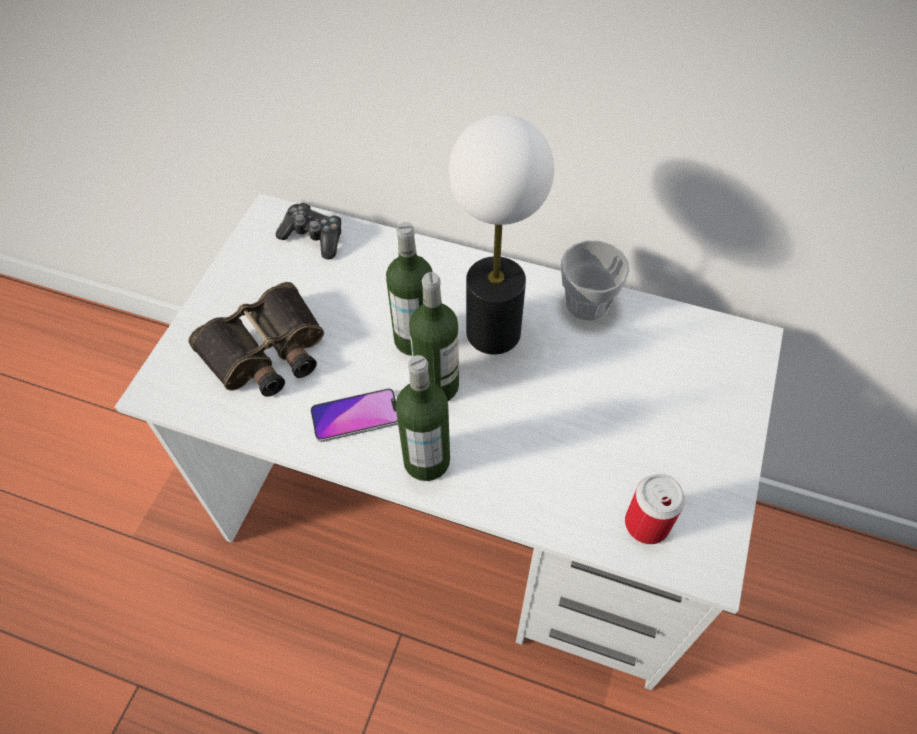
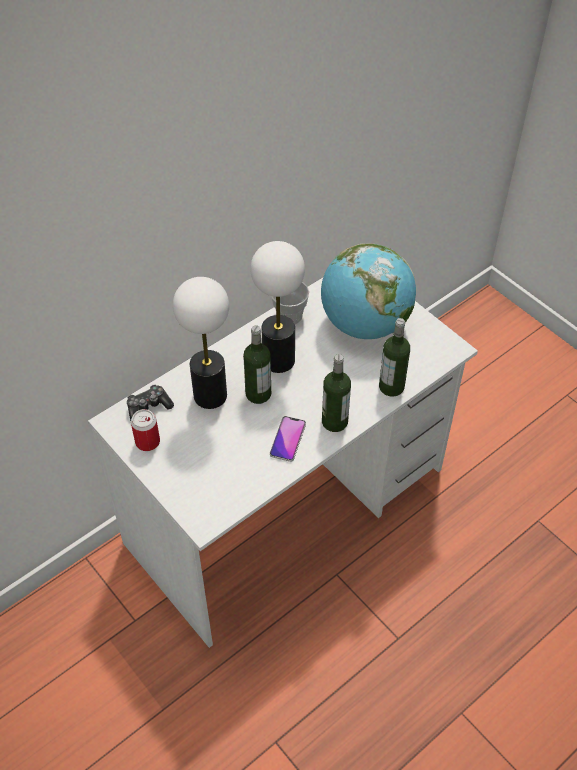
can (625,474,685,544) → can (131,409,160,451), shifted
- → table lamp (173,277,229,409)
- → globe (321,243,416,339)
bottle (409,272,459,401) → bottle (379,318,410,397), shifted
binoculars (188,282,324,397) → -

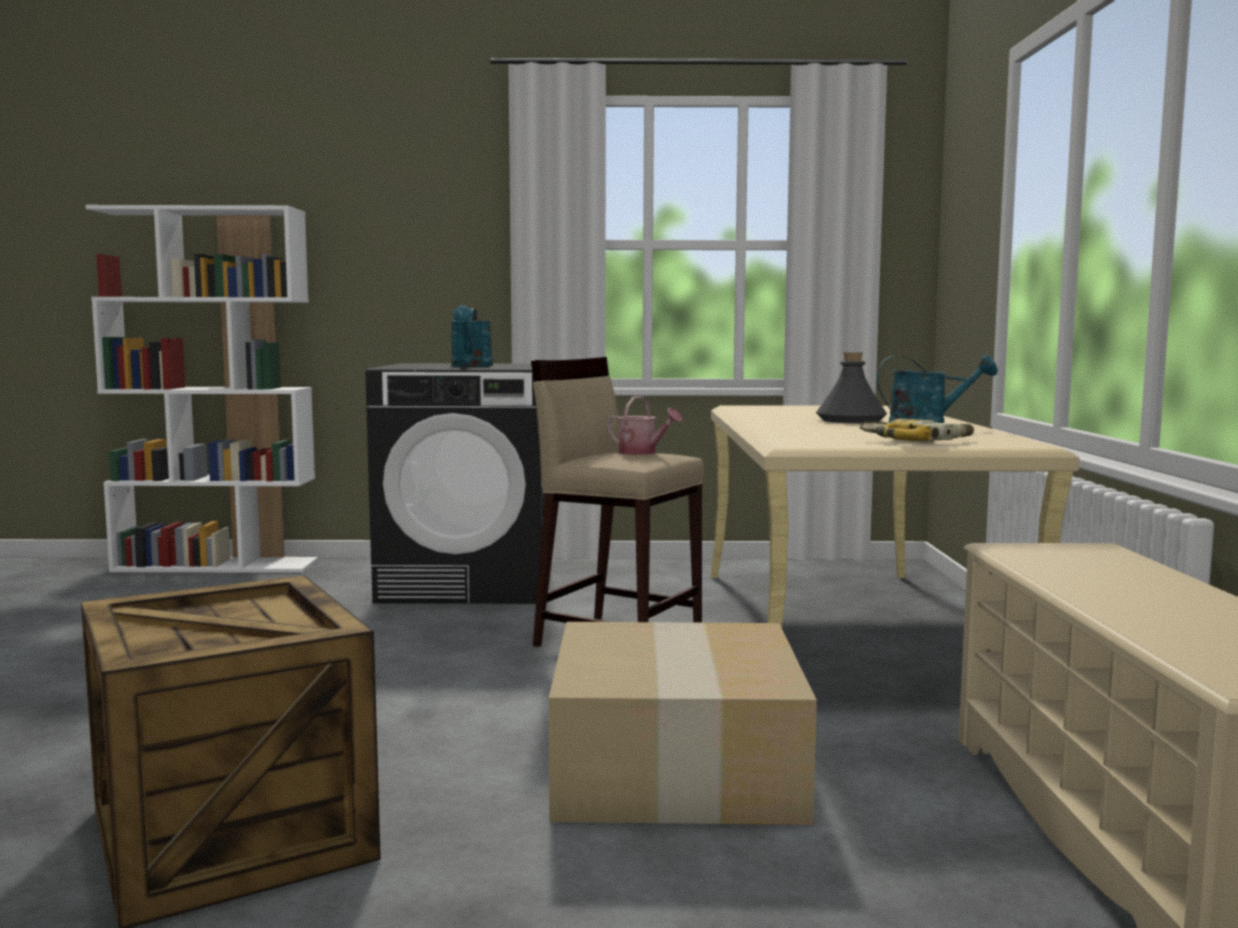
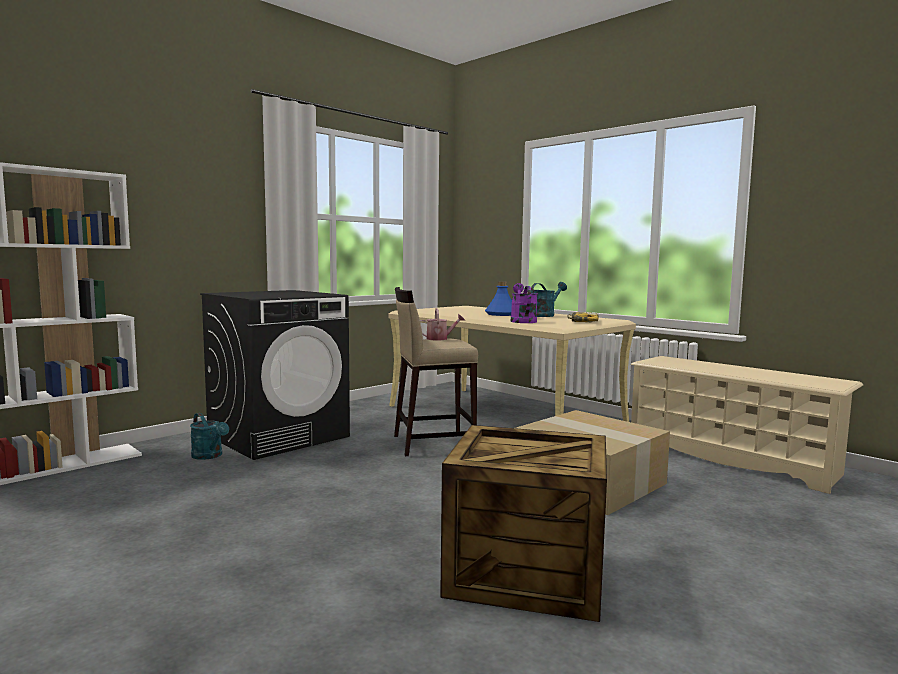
turquoise watering can (451,305,493,367) → turquoise watering can (190,413,229,460), shifted
grey bottle (816,352,887,423) → blue bottle (485,281,512,316)
- → purple watering can (511,283,537,323)

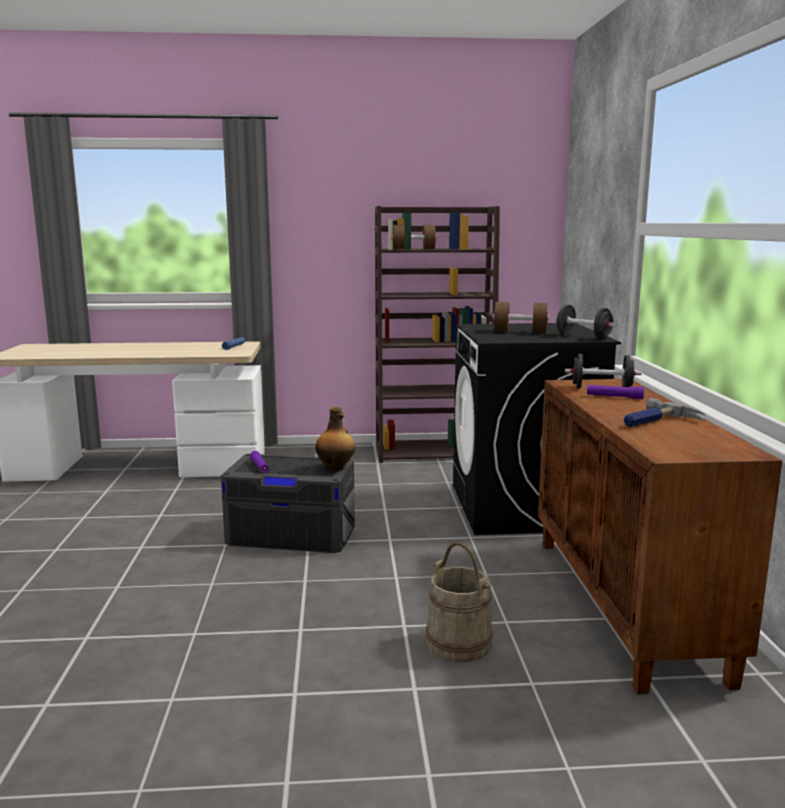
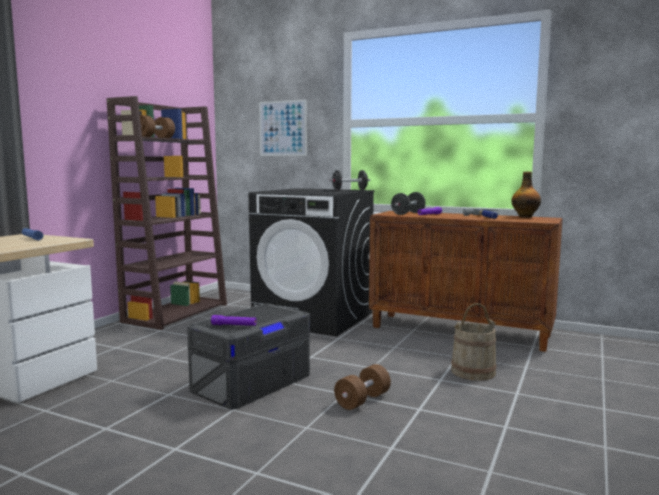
- → picture (259,99,307,156)
brown dumbbell (493,302,549,333) → brown dumbbell (334,364,391,410), shifted
bottle (315,407,355,471) → bottle (511,172,541,218), shifted

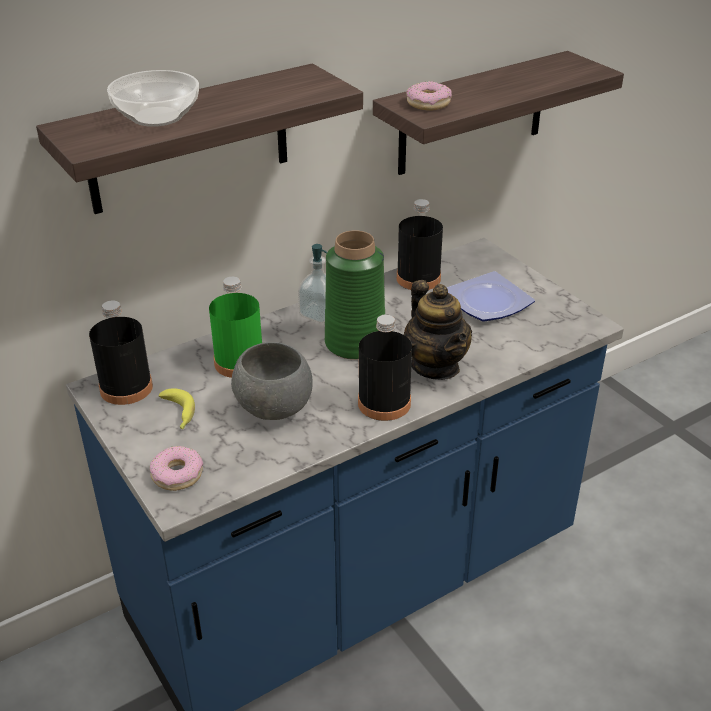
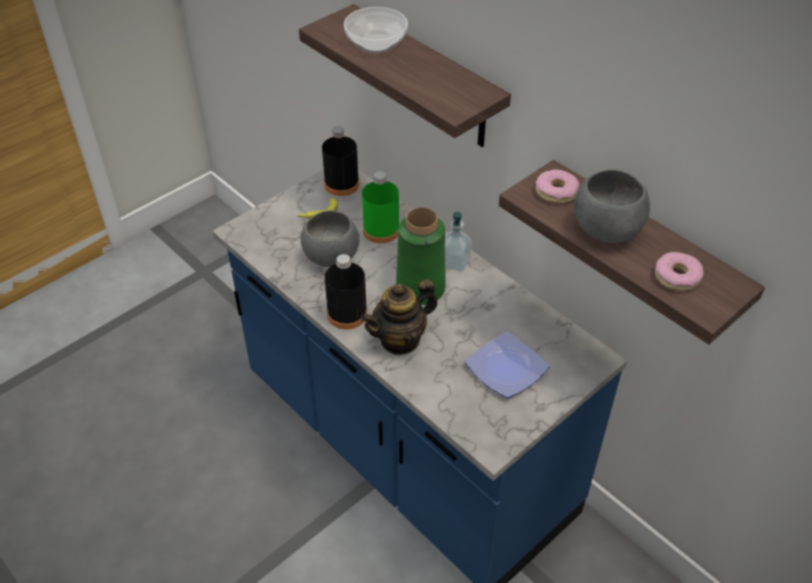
- → grey bowl (574,169,650,243)
donut (150,446,203,491) → donut (655,252,704,291), shifted
black bottle (397,199,443,290) → -

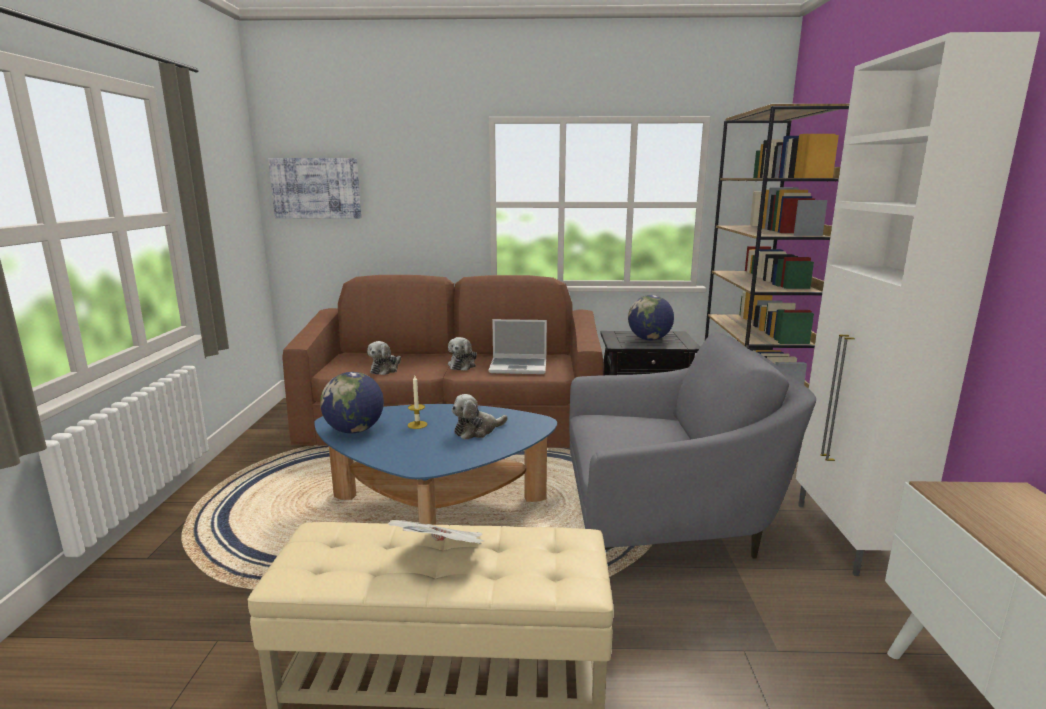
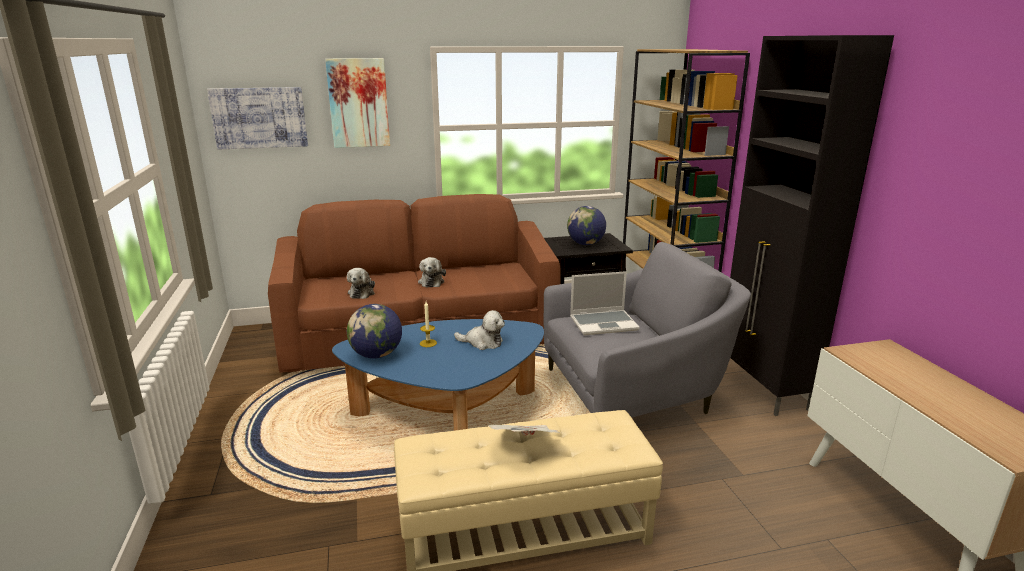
- → picture (325,58,390,148)
plush toy (452,394,508,440) → plush toy (454,310,505,350), 120 degrees counterclockwise
laptop (489,319,547,374) → laptop (570,271,640,335), shifted
white cabinet (796,32,1040,576) → black cabinet (726,35,894,416)

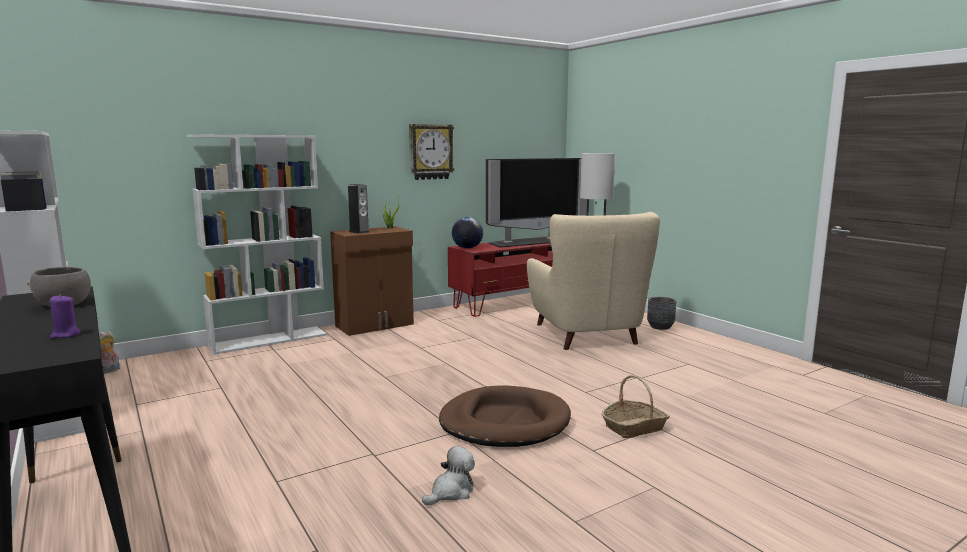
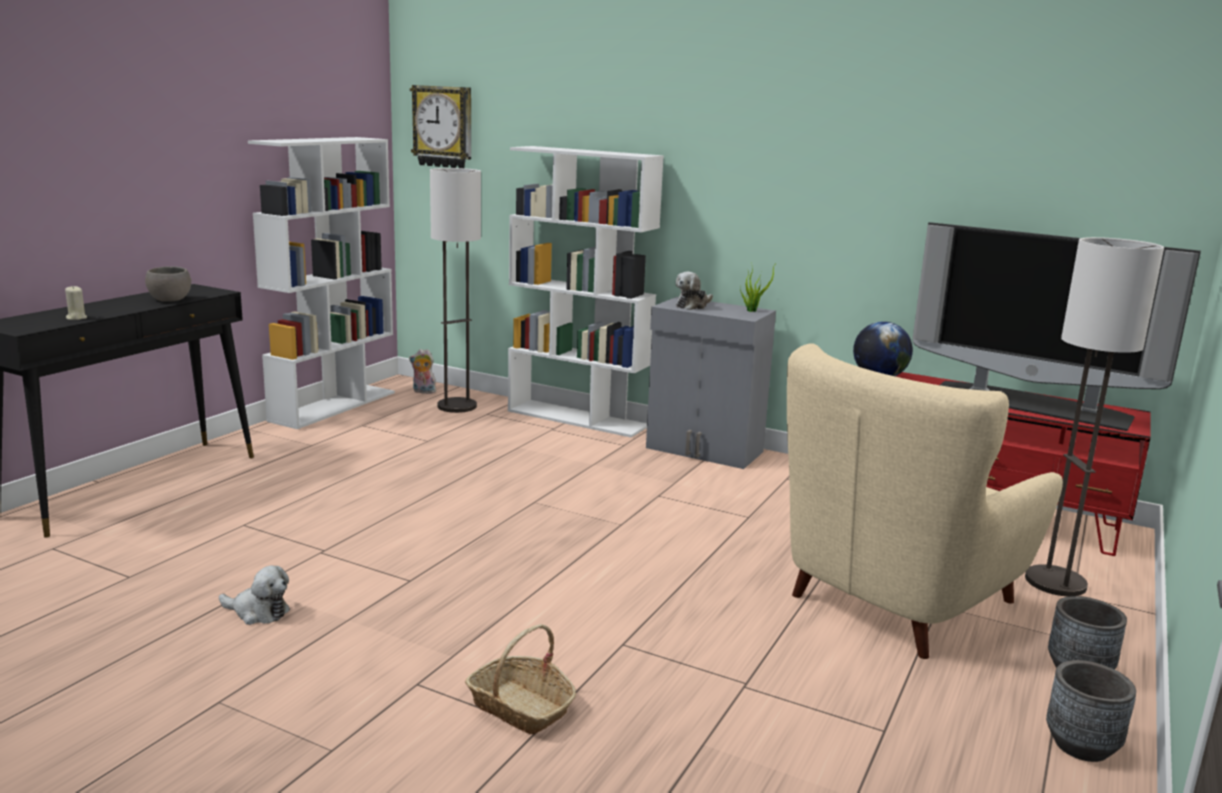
purple candle (50,294,81,338) → beige candle (65,286,87,320)
wall clock (409,124,454,180) → wall clock (410,85,471,168), shifted
- → floor lamp (430,168,481,413)
brown cabinet (330,226,414,336) → grey cabinet (646,297,776,469)
speaker (348,184,369,234) → plush toy (675,272,713,310)
- → grey planter (1046,660,1136,762)
brown dog bed (439,385,571,447) → -

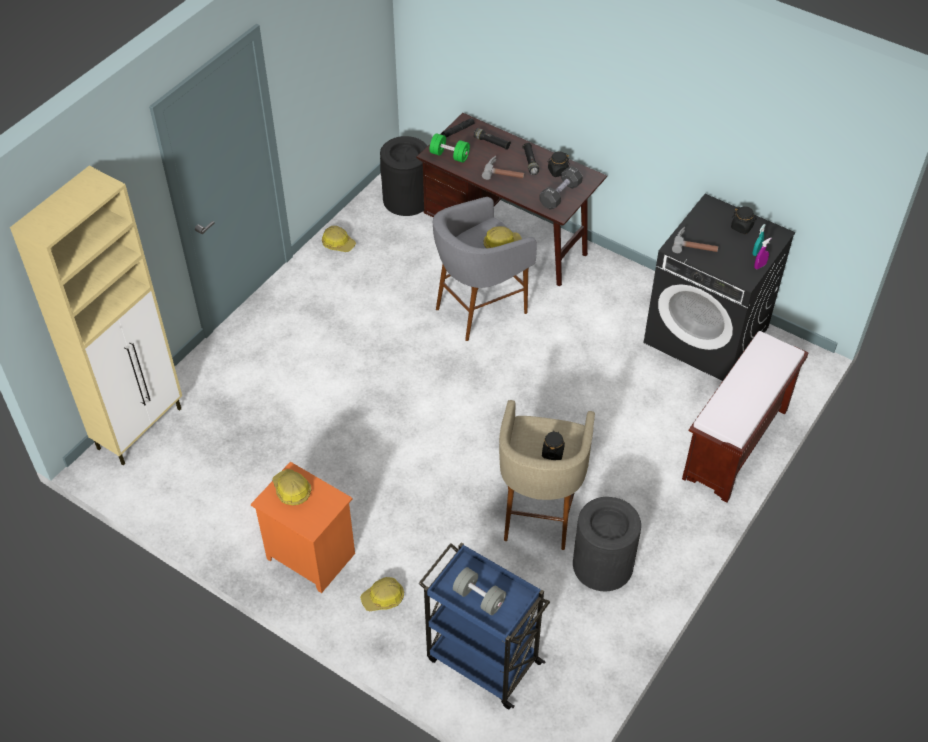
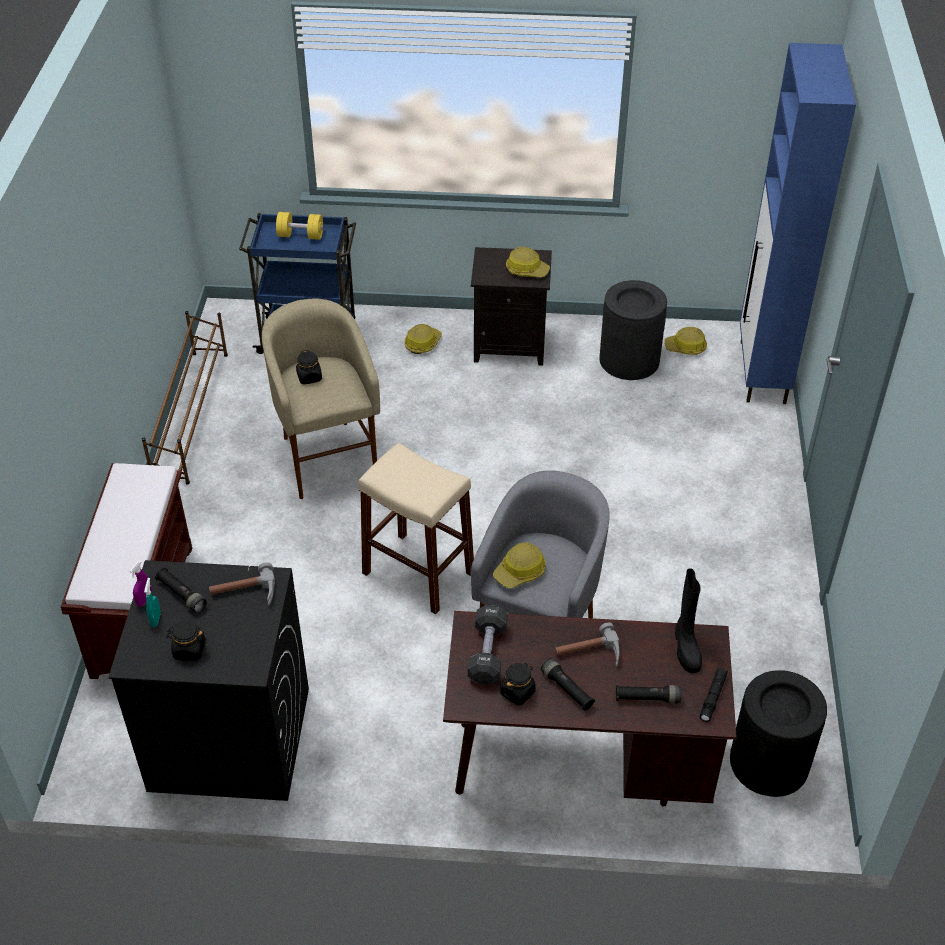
- → brown shoe rack (142,311,228,485)
- → black flashlight (155,567,207,613)
grey dumbbell (453,567,506,615) → yellow dumbbell (276,212,323,240)
- → beige stool (358,443,474,614)
orange nightstand (251,462,355,593) → black nightstand (471,247,552,366)
black trash can (573,497,641,591) → black trash can (599,280,667,380), shifted
hard hat (322,226,356,252) → hard hat (664,327,707,355), shifted
green dumbbell (430,133,470,163) → black boot (675,568,702,673)
beige cabinet (10,166,182,465) → blue cabinet (740,43,856,404)

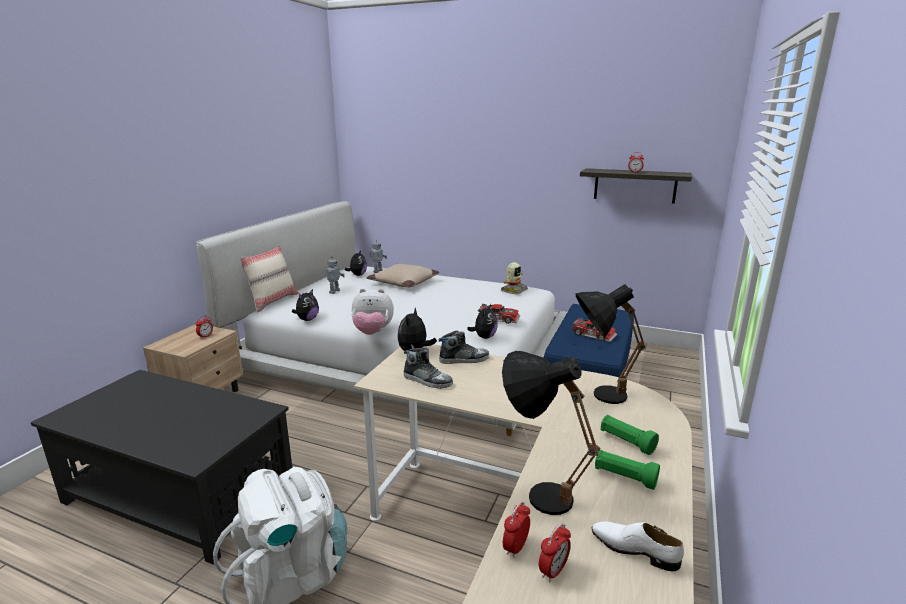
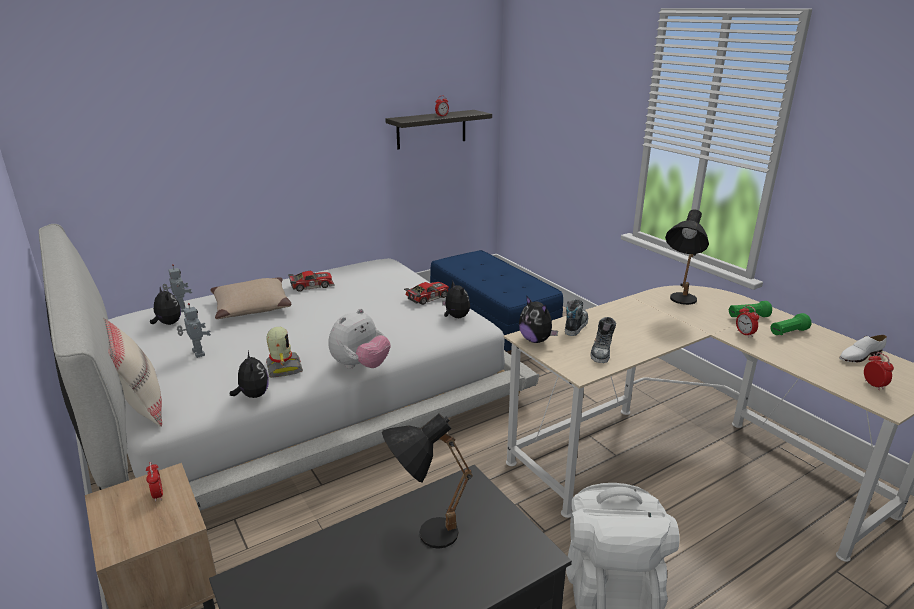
toy robot (501,262,528,294) → toy robot (266,327,303,378), shifted
toy car (571,317,617,342) → toy car (288,271,335,292), shifted
black table lamp (502,351,600,515) → black table lamp (382,413,473,549), shifted
shoe (403,347,453,389) → shoe (590,317,616,363), 135 degrees clockwise
alarm clock (503,501,530,558) → alarm clock (736,305,759,337), shifted

